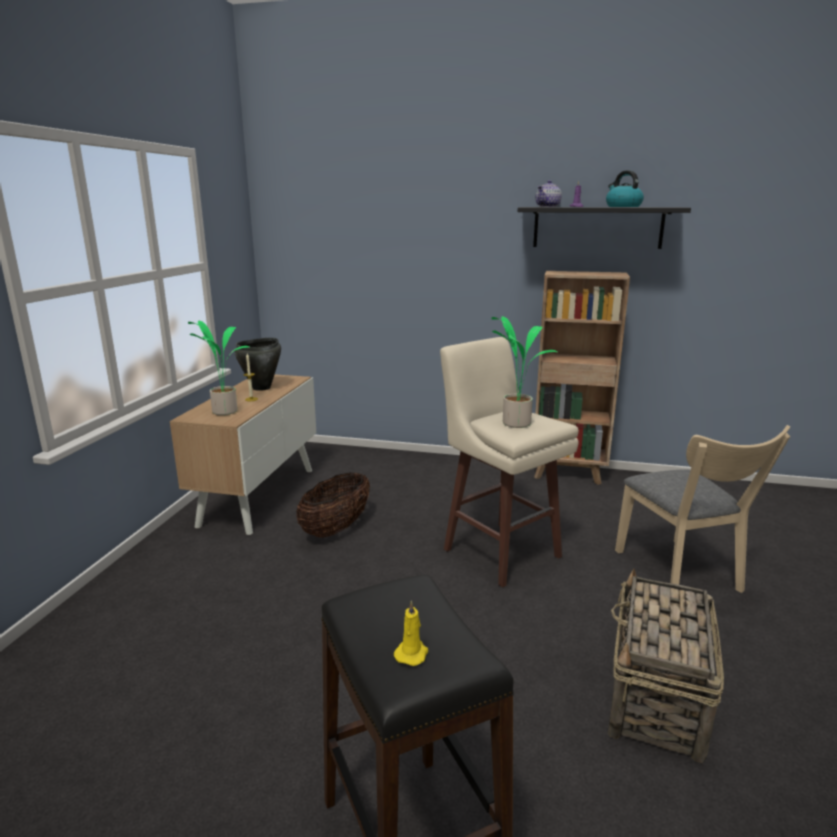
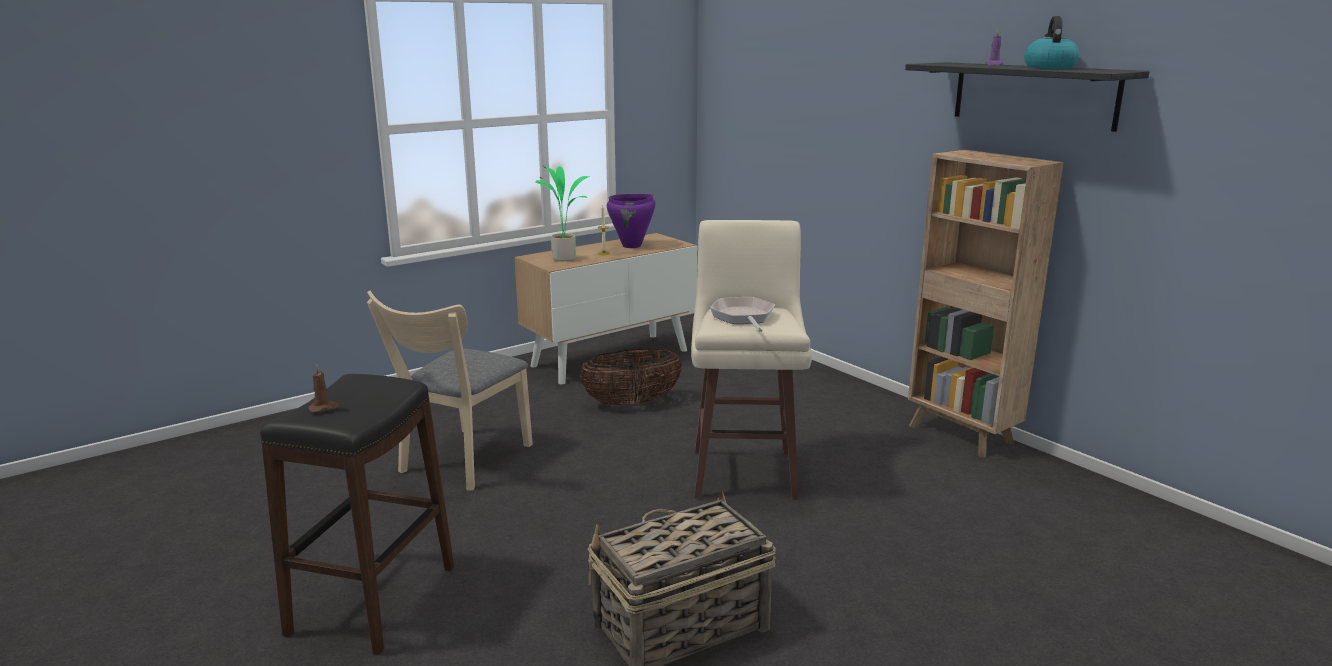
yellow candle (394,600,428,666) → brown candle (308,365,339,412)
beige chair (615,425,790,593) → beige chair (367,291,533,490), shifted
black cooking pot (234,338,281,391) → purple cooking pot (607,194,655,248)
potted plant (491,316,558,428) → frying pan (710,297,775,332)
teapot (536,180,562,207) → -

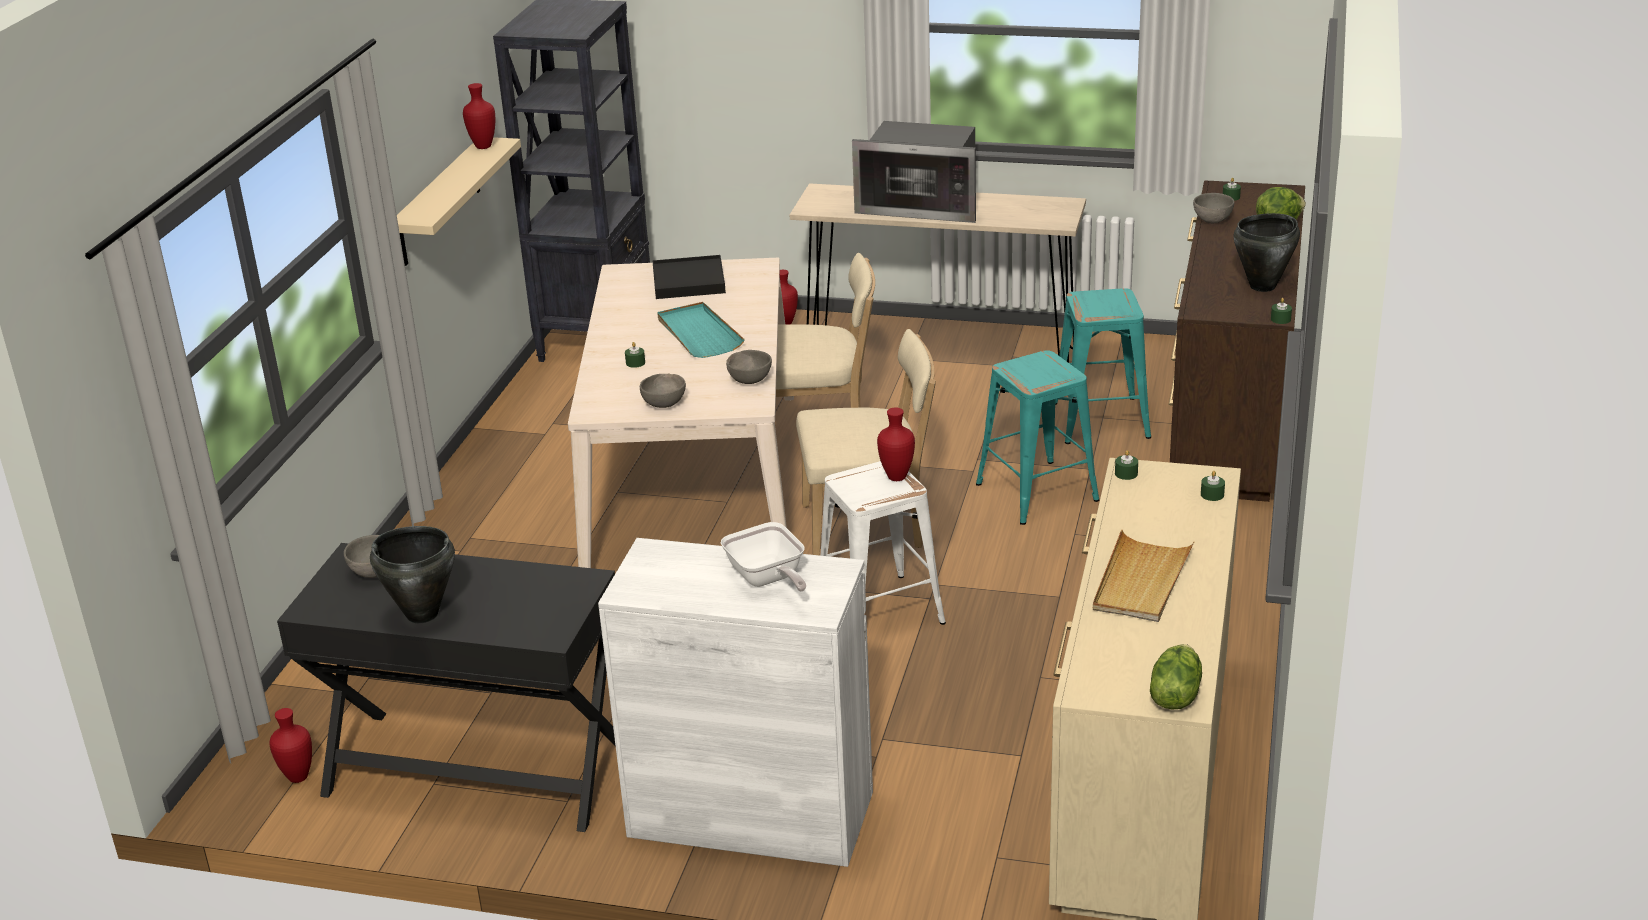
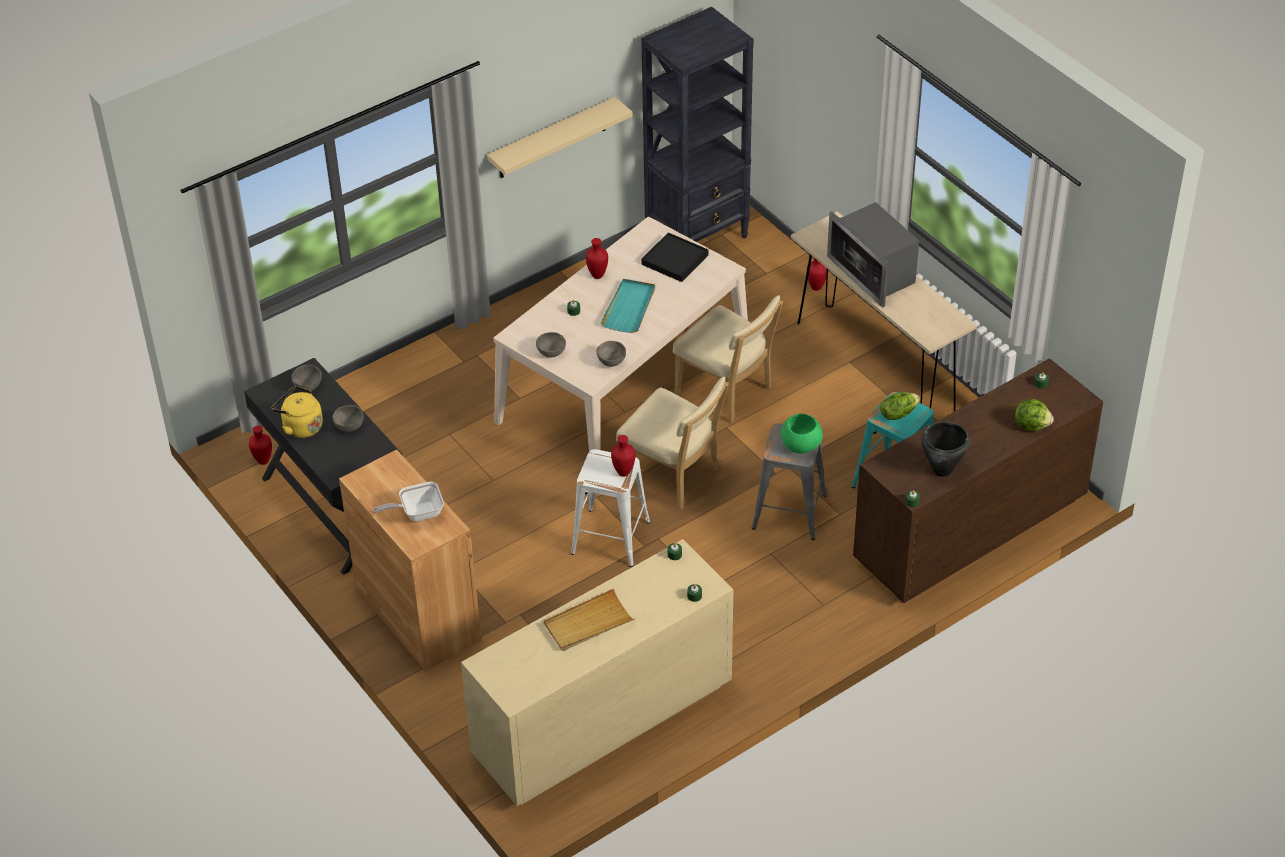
black cooking pot (370,526,455,623) → yellow kettle (272,386,323,438)
grey bowl (1193,193,1234,223) → grey bowl (332,405,364,432), shifted
white cabinet (598,538,873,867) → brown cabinet (339,449,481,671)
frying pan (721,522,806,592) → frying pan (373,482,444,521), 60 degrees clockwise
red vase (463,83,495,149) → red vase (586,238,608,279), shifted
turquoise stool (976,350,1099,525) → grey stool (752,423,827,540)
- → green bowl (781,414,822,454)
lettuce (1150,644,1202,710) → lettuce (880,392,920,420), shifted

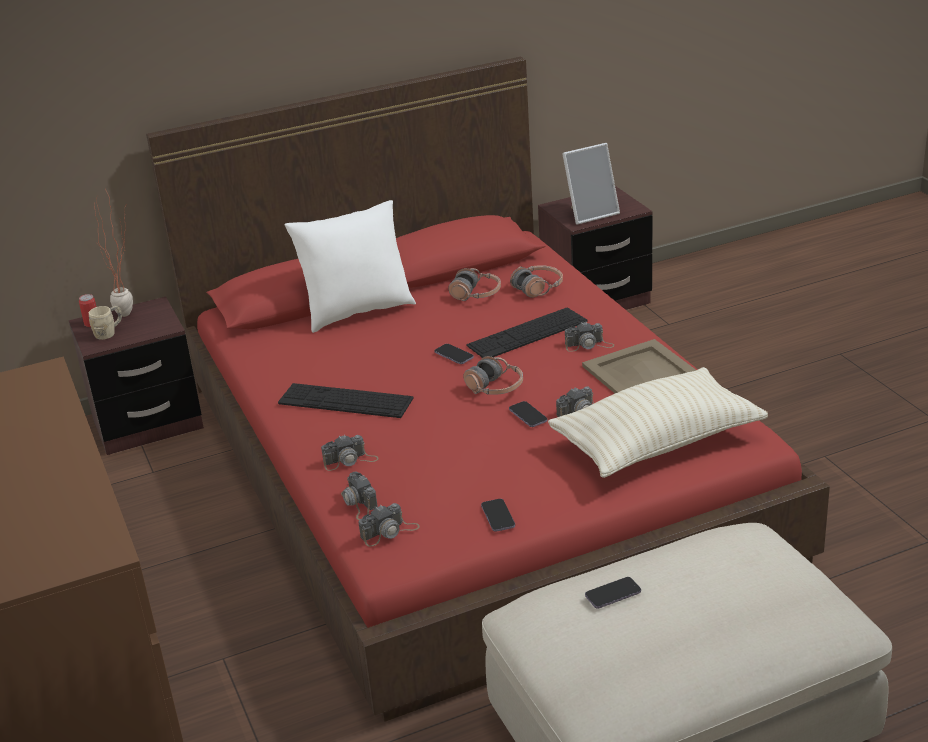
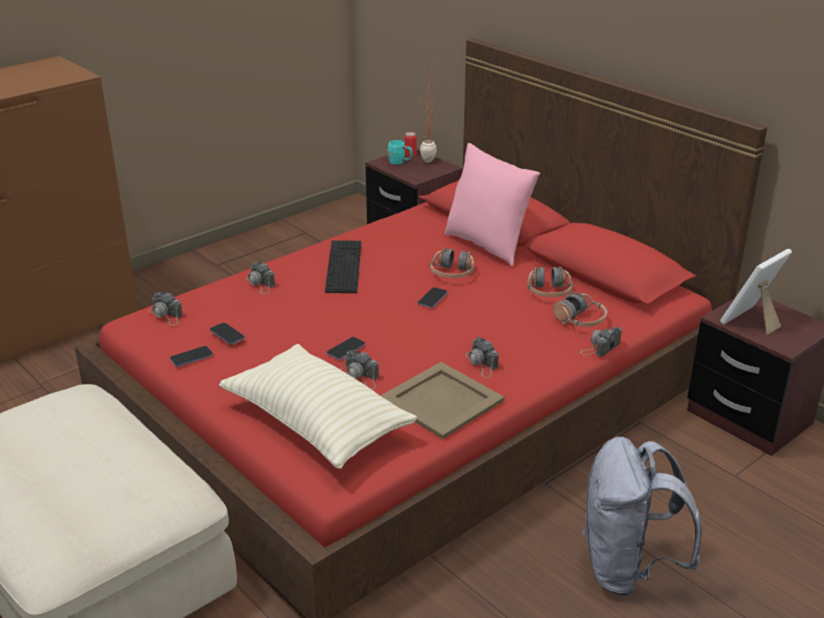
phone (585,577,641,608) → phone (210,323,245,345), shifted
beige mug (89,306,122,340) → turquoise mug (388,140,413,165)
headphones (463,356,523,395) → headphones (430,248,474,278), shifted
white pillow (285,200,416,333) → pink pillow (445,143,540,267)
photo camera (341,471,378,520) → photo camera (580,327,622,357), shifted
- → grey backpack (582,437,702,596)
picture frame (562,143,620,225) → picture frame (720,249,792,335), 90 degrees clockwise
keyboard (466,307,588,358) → -

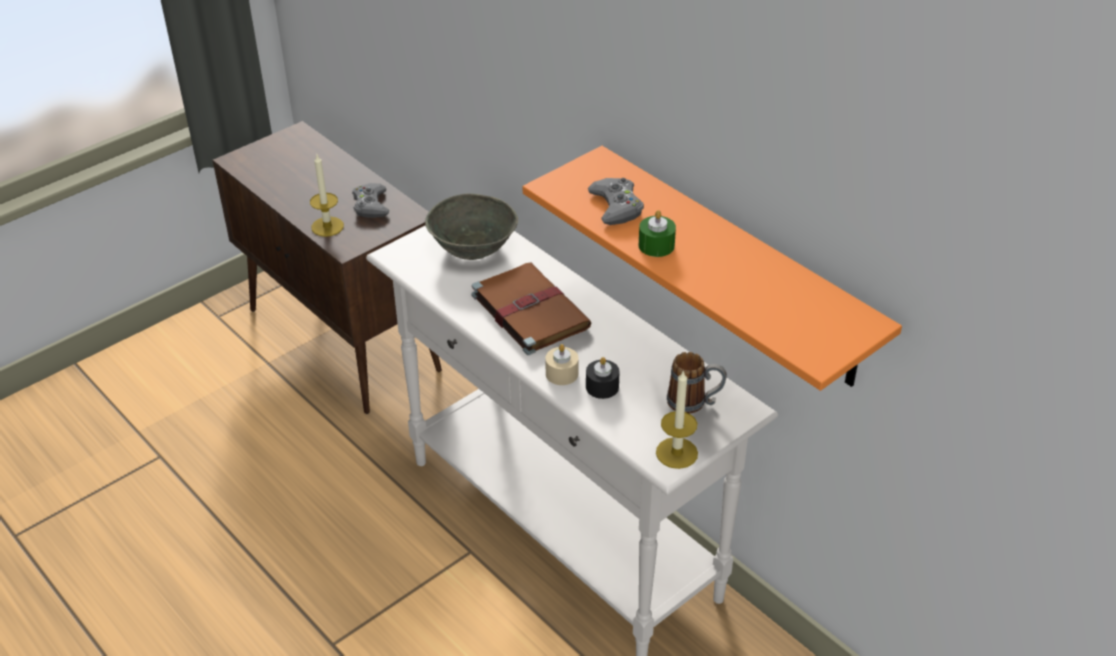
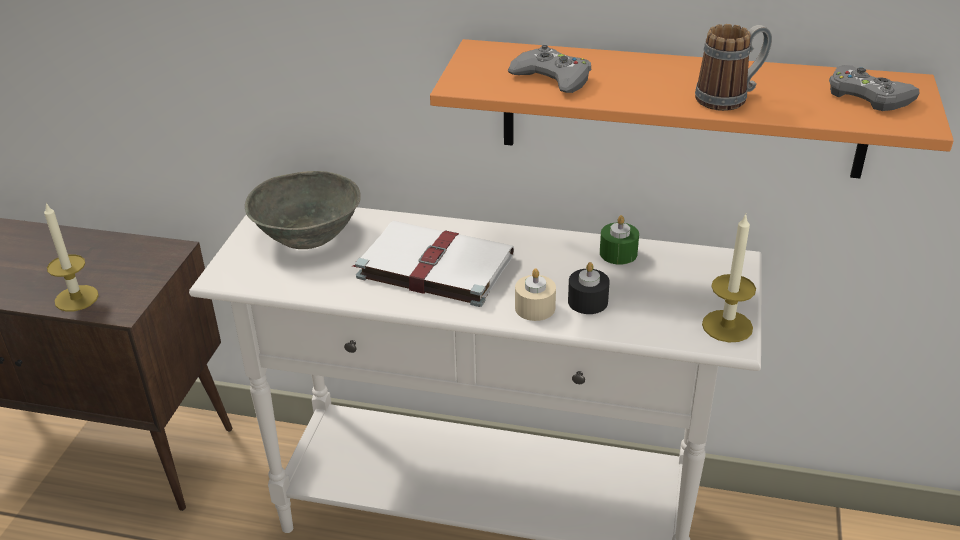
brown book (471,263,591,355) → white book (353,221,514,307)
green candle (639,210,676,257) → green candle (600,215,639,265), shifted
mug (667,352,727,414) → mug (695,24,772,111), shifted
grey game controller (352,183,389,218) → grey game controller (829,65,919,111), shifted

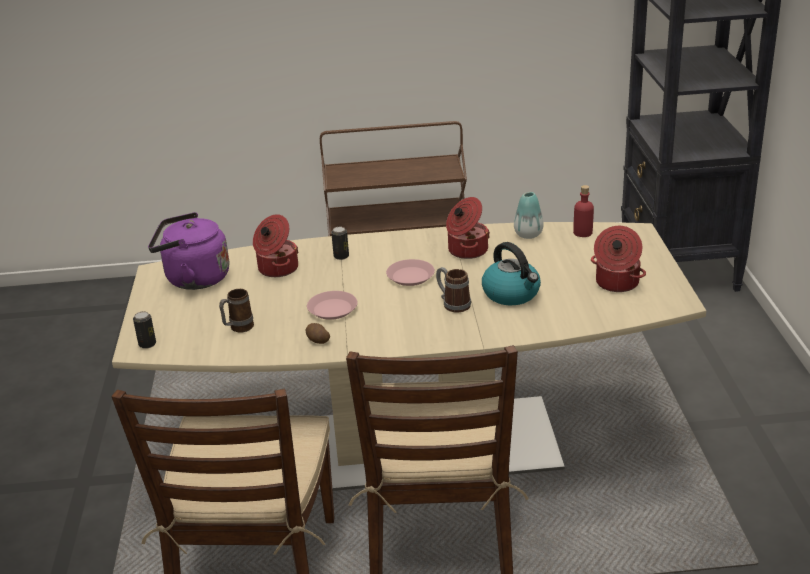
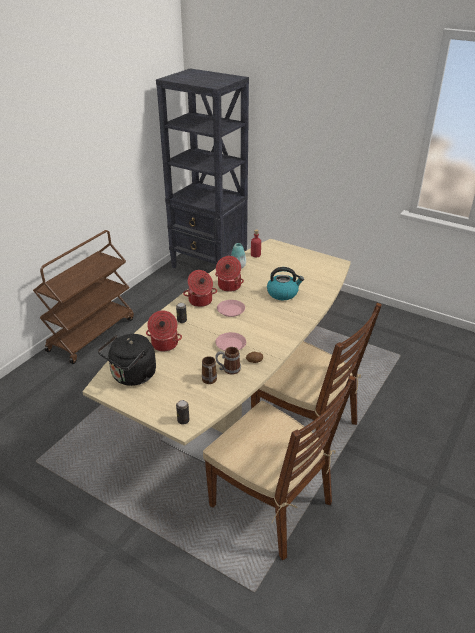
purple kettle (148,212,229,290) → black kettle (98,334,156,386)
cooking pot (591,226,646,292) → cooking pot (183,270,217,307), shifted
mug (436,267,471,313) → mug (215,347,241,374), shifted

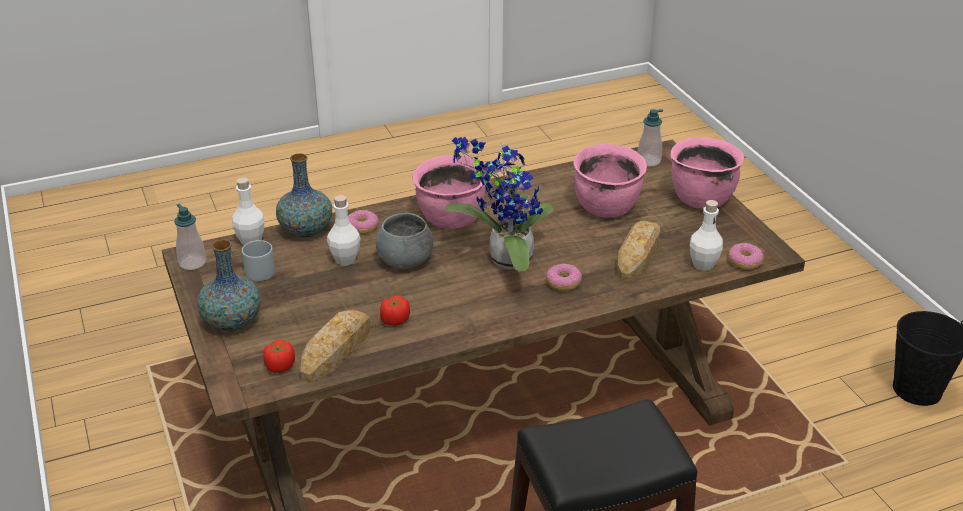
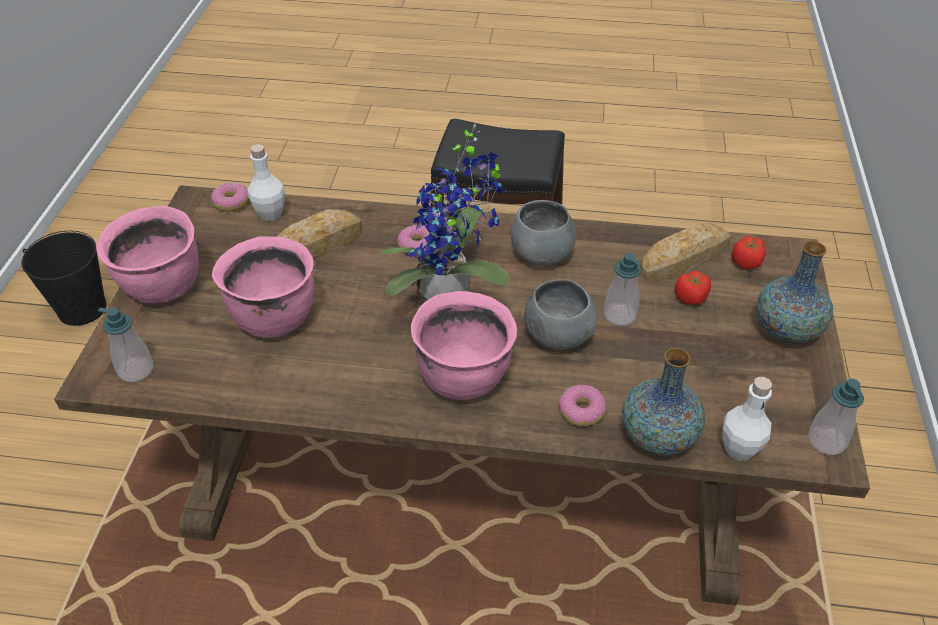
- → grey bowl (510,200,576,265)
- → soap dispenser (603,253,641,326)
tomato (380,295,410,326) → tomato (675,271,711,305), shifted
grey mug (242,240,275,281) → -
white bottle (327,195,361,266) → -

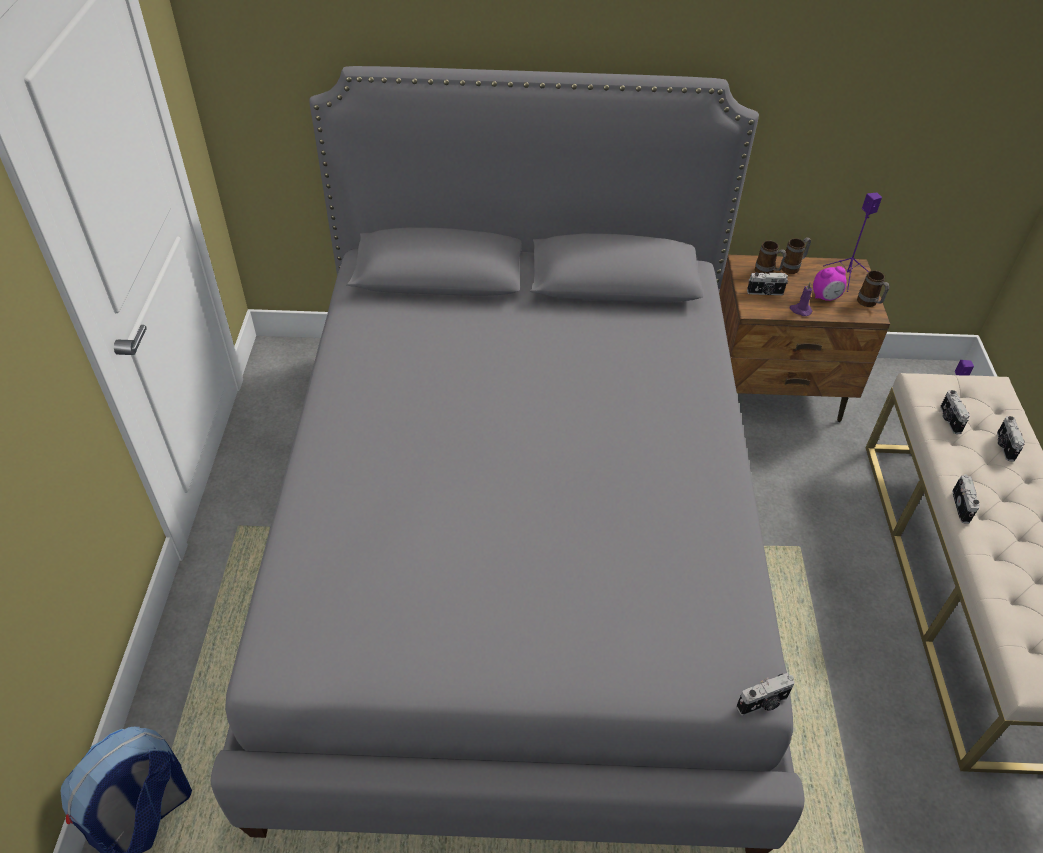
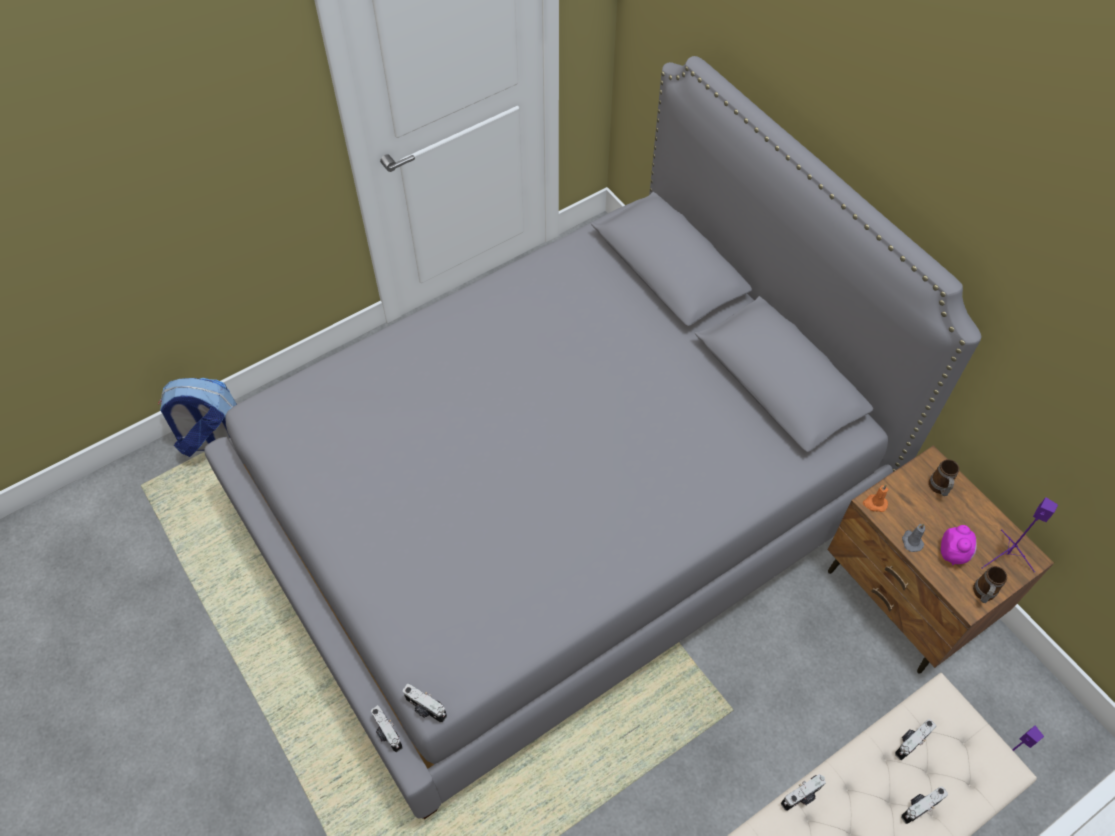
photo camera (747,272,788,295) → photo camera (371,705,403,752), shifted
- → orange candle (863,485,889,512)
purple candle (790,283,812,316) → grey candle (902,524,925,552)
alarm clock (813,266,847,301) → alarm clock (941,525,977,565), 120 degrees counterclockwise
mug (781,237,811,274) → -

